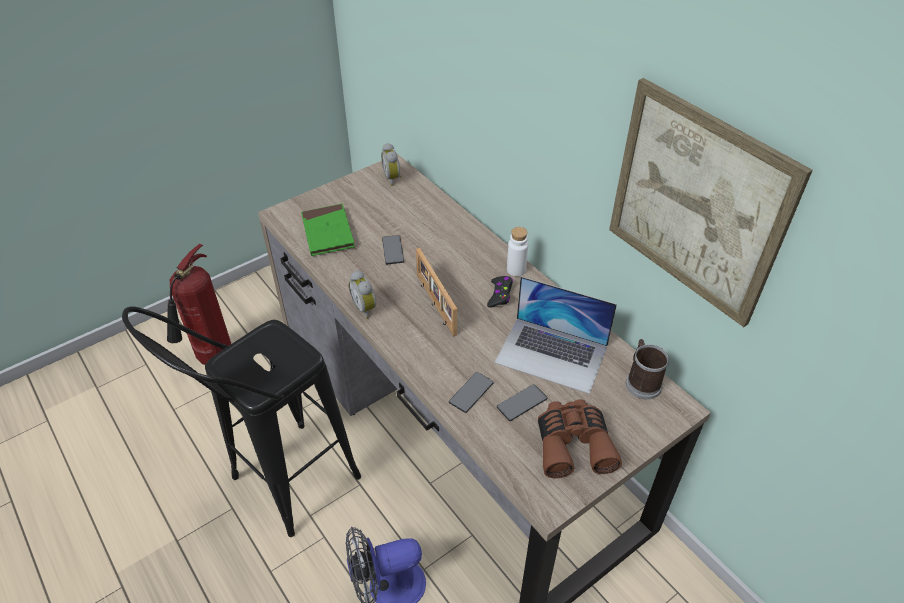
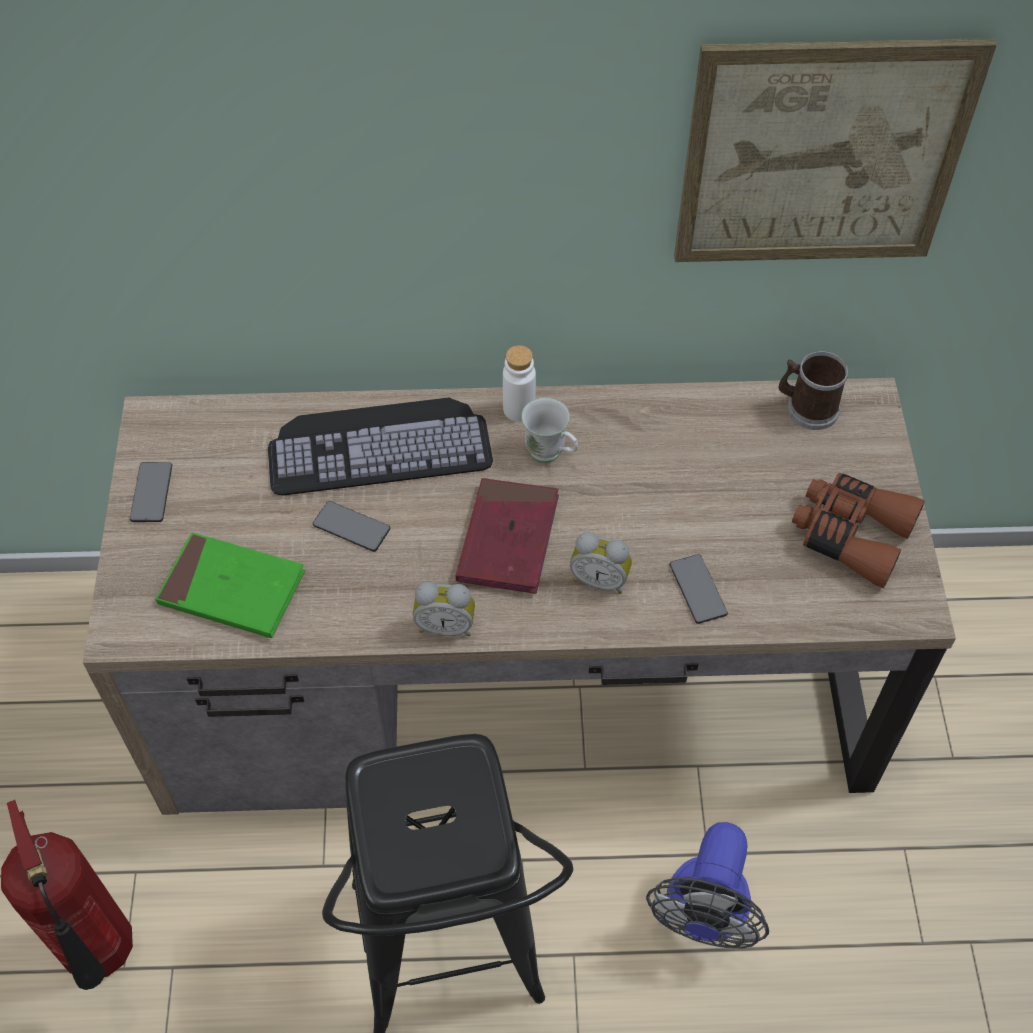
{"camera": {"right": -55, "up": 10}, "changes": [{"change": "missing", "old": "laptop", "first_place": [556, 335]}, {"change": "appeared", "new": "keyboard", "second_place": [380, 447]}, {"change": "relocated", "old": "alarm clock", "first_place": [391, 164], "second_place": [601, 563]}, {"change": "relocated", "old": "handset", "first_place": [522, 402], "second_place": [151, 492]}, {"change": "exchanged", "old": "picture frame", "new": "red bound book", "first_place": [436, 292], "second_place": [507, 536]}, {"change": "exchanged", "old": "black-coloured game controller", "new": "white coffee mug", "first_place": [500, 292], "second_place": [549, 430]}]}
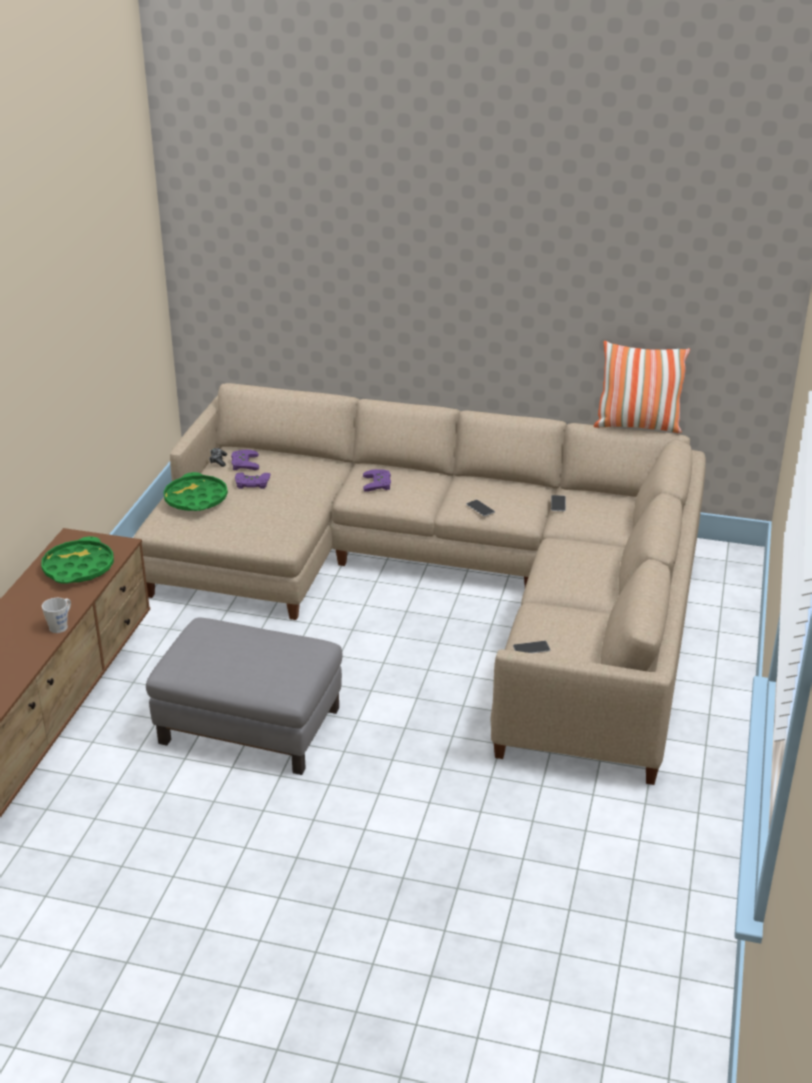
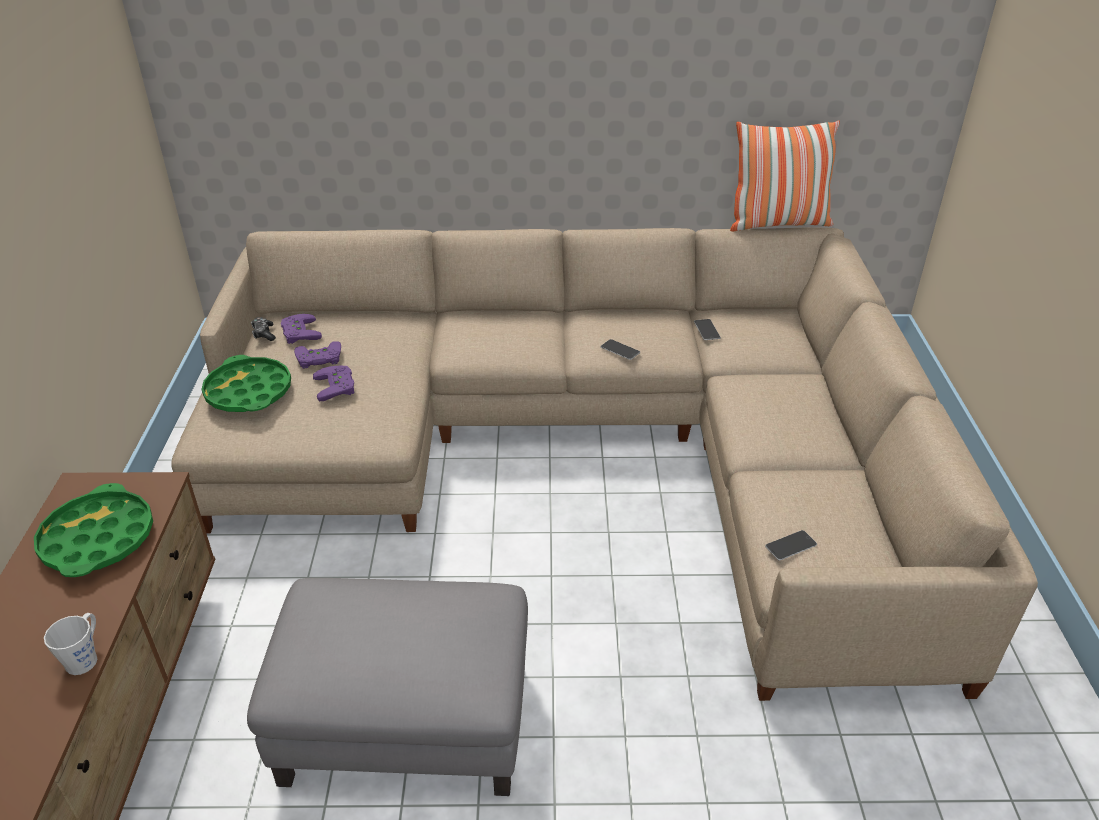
{"camera": {"right": -15, "up": 5}, "changes": [{"change": "relocated", "old": "purple-coloured game controller", "first_place": [377, 480], "second_place": [334, 383]}]}
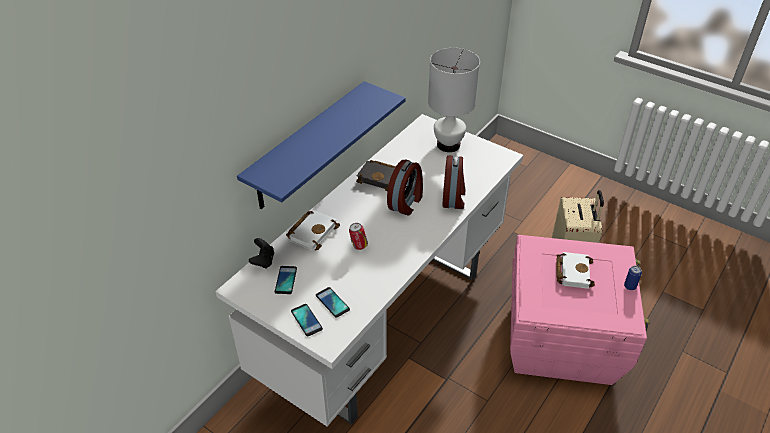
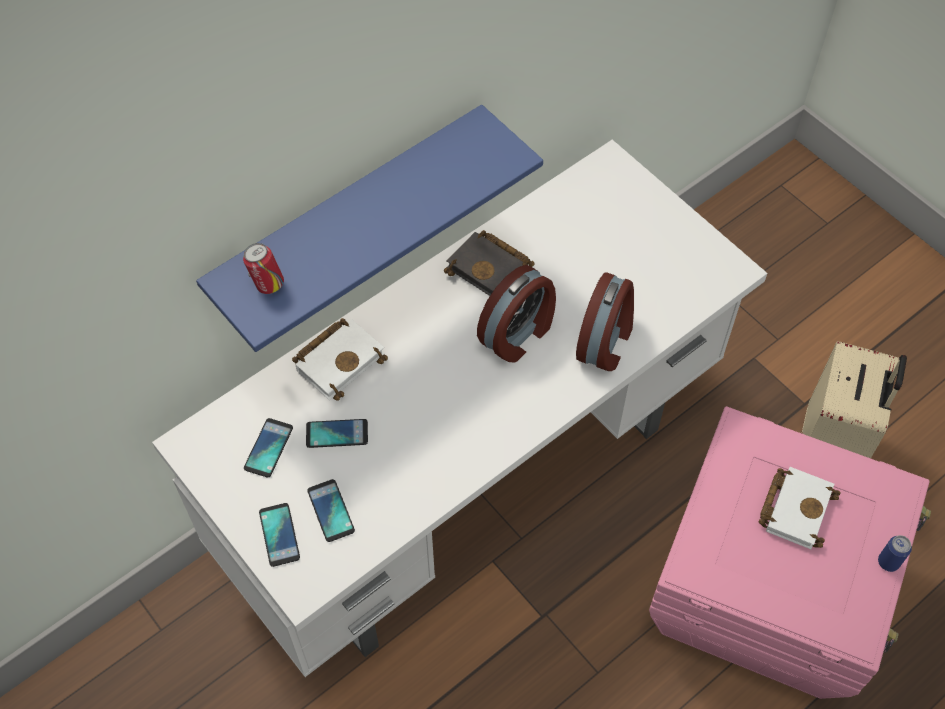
{"camera": {"right": 15, "up": 15}, "changes": [{"change": "missing", "old": "black-coloured game controller", "first_place": [261, 253]}, {"change": "missing", "old": "white lamp for a table", "first_place": [454, 100]}, {"change": "appeared", "new": "handset", "second_place": [337, 433]}, {"change": "relocated", "old": "can", "first_place": [358, 236], "second_place": [263, 268]}]}
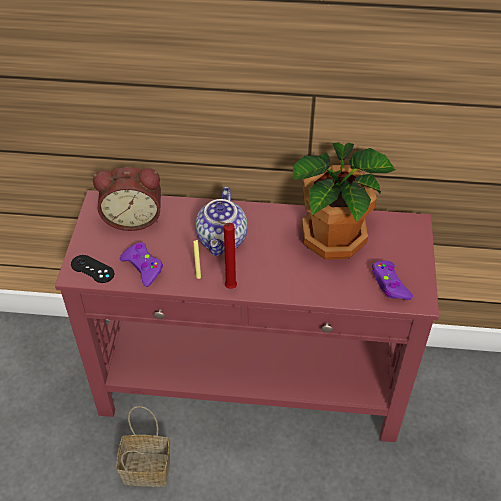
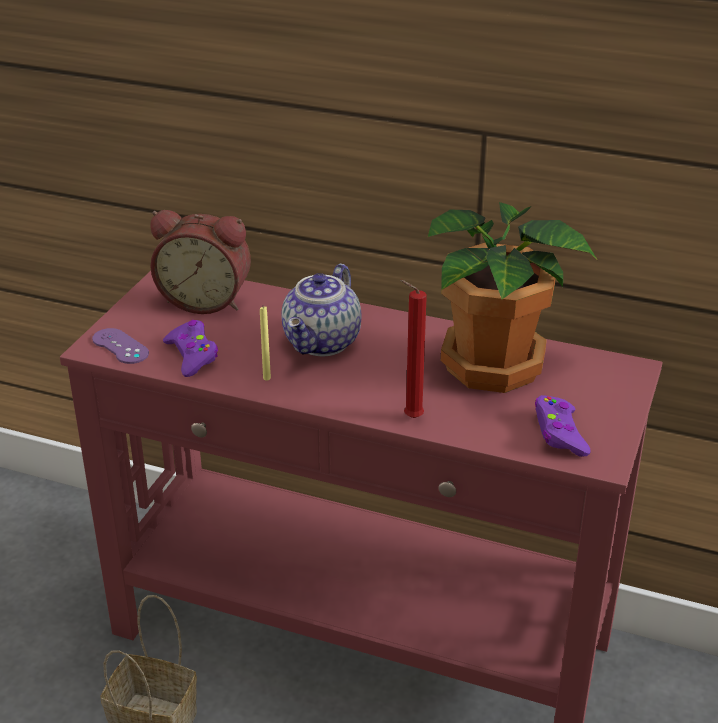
{"camera": {"right": 15, "up": -15}, "changes": [{"change": "relocated", "old": "red wax candle", "first_place": [227, 255], "second_place": [413, 349]}, {"change": "colour", "old": "black-coloured game controller", "new": "purple-coloured game controller", "first_place": [92, 269], "second_place": [120, 346]}]}
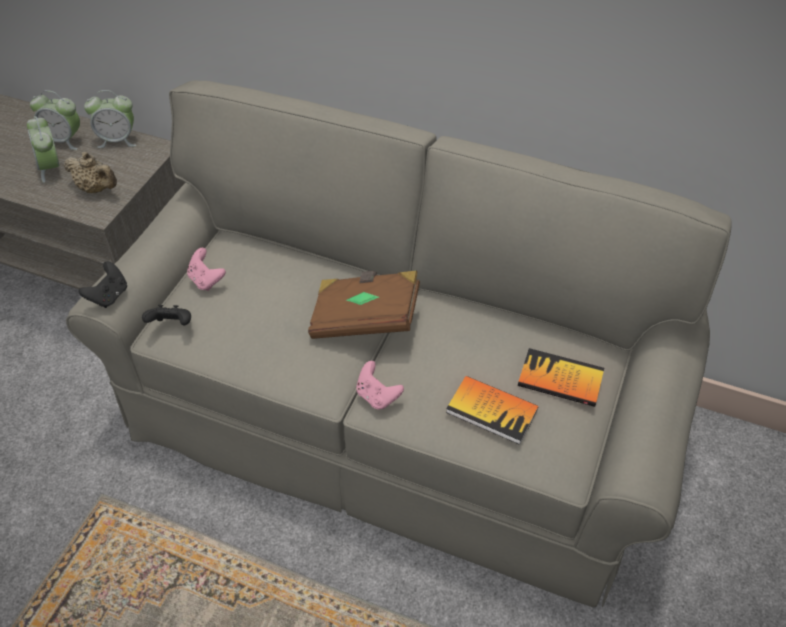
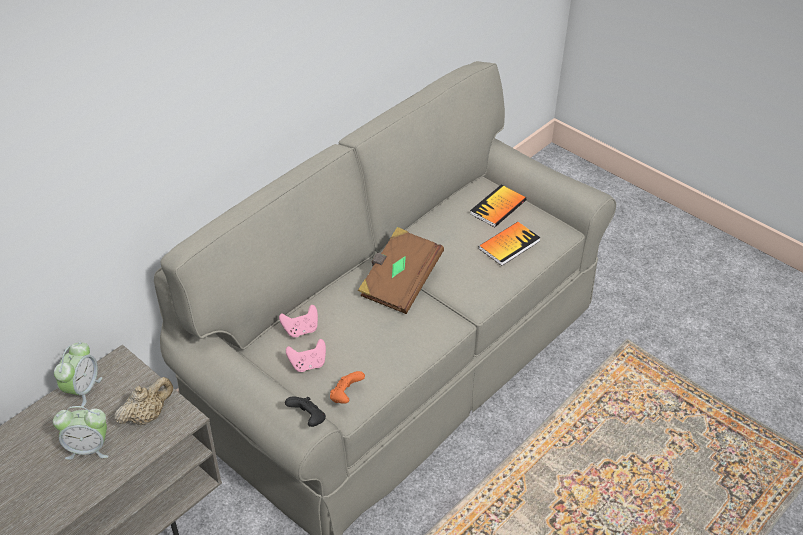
{"camera": {"right": -70, "up": -5}, "changes": [{"change": "missing", "old": "alarm clock", "first_place": [55, 120]}, {"change": "relocated", "old": "pink-coloured game controller", "first_place": [380, 385], "second_place": [298, 321]}, {"change": "colour", "old": "black-coloured game controller", "new": "orangey game controller", "first_place": [166, 315], "second_place": [347, 387]}]}
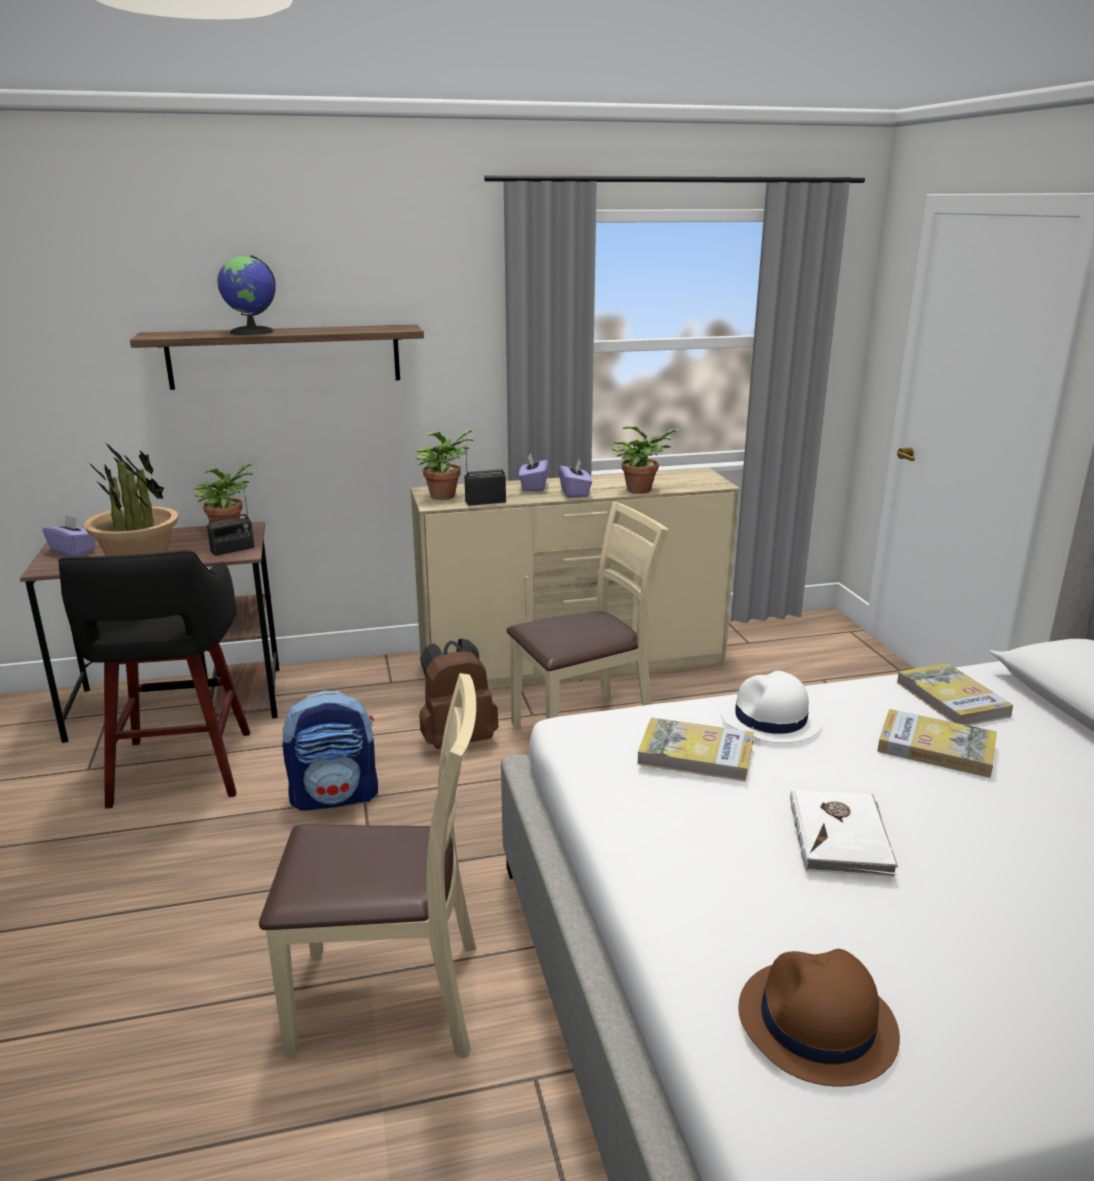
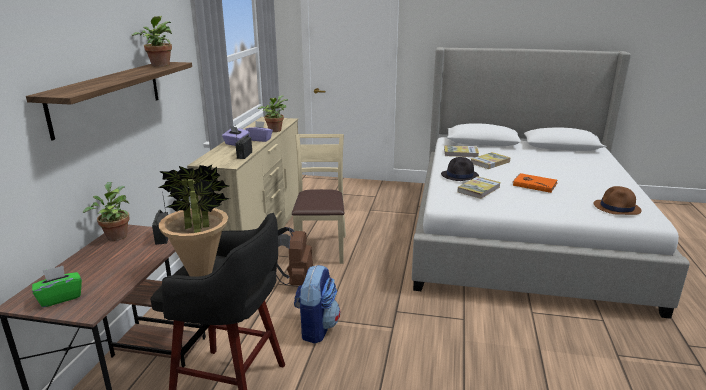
{"camera": {"right": -65, "up": 0}, "changes": [{"change": "missing", "old": "world globe", "first_place": [246, 295]}, {"change": "missing", "old": "sand-coloured chair", "first_place": [367, 865]}, {"change": "relocated", "old": "plant in a pot", "first_place": [445, 464], "second_place": [152, 41]}, {"change": "colour", "old": "purple-coloured tissue holder", "new": "green-coloured tissue holder", "first_place": [69, 536], "second_place": [57, 287]}, {"change": "colour", "old": "white hat", "new": "black-coloured hat", "first_place": [771, 707], "second_place": [460, 169]}, {"change": "colour", "old": "white bound book", "new": "orangey bound book", "first_place": [844, 833], "second_place": [535, 183]}]}
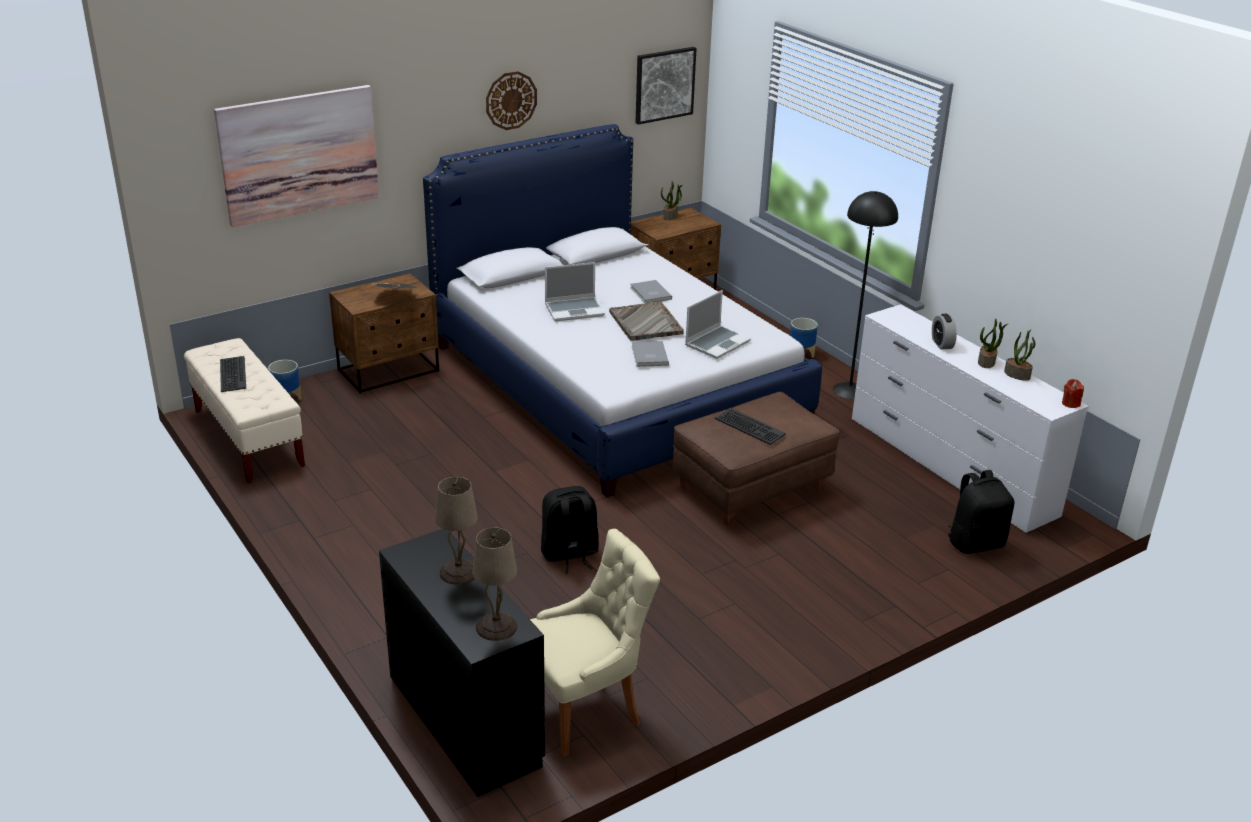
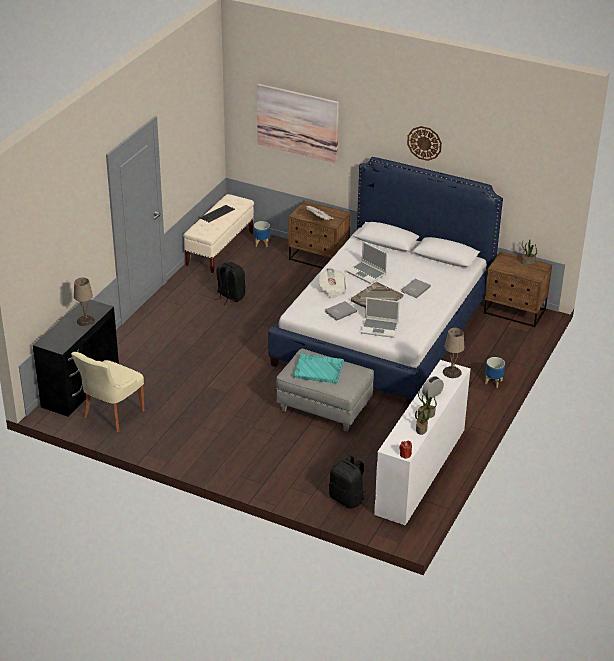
{"camera": {"right": 60, "up": 5}, "changes": [{"change": "missing", "old": "wall art", "first_place": [666, 86]}, {"change": "missing", "old": "black-coloured standing lamp", "first_place": [865, 295]}, {"change": "appeared", "new": "daily paper", "second_place": [332, 283]}, {"change": "relocated", "old": "sand-coloured lamp for a table", "first_place": [495, 584], "second_place": [453, 353]}, {"change": "relocated", "old": "black-coloured rucksack", "first_place": [570, 530], "second_place": [230, 283]}, {"change": "exchanged", "old": "keyboard", "new": "turquoise-coloured tray", "first_place": [750, 426], "second_place": [319, 368]}, {"change": "colour", "old": "brown ottoman", "new": "greyish ottoman", "first_place": [756, 459], "second_place": [325, 390]}, {"change": "spun", "old": "sand-coloured chair", "first_place": [595, 642], "second_place": [107, 392], "degrees": 90}]}
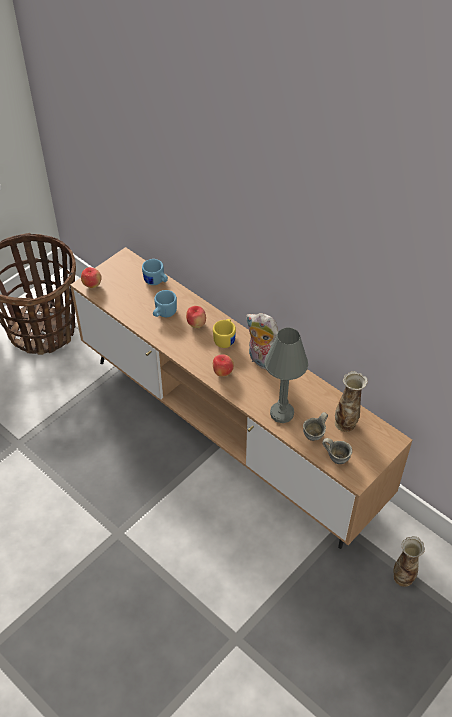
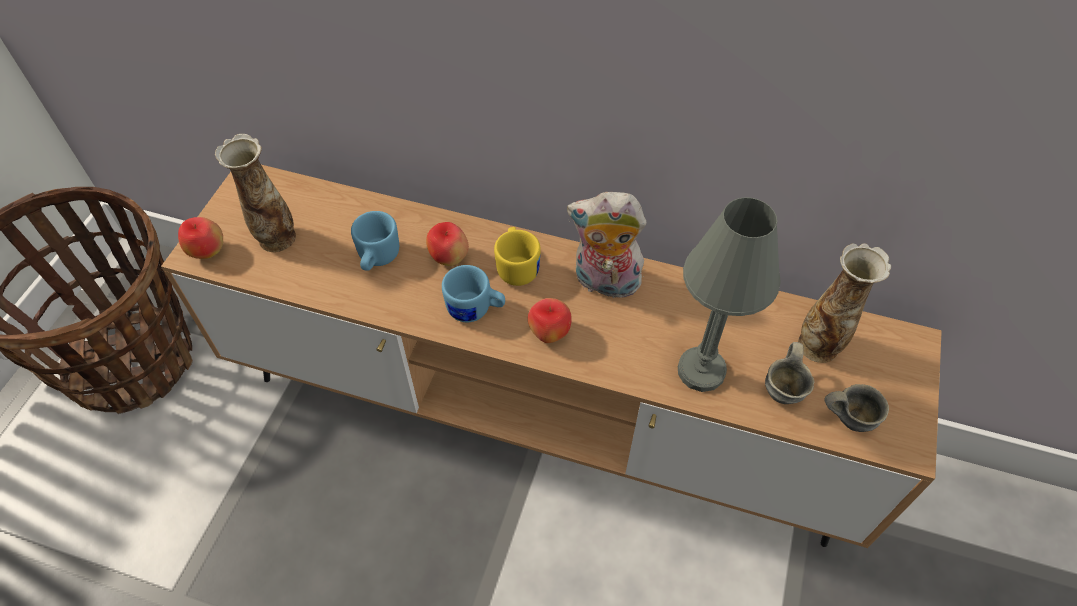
{"camera": {"right": -25, "up": 5}, "changes": [{"change": "relocated", "old": "blue coffee mug", "first_place": [155, 272], "second_place": [473, 293]}, {"change": "relocated", "old": "flower vase", "first_place": [409, 561], "second_place": [255, 193]}]}
